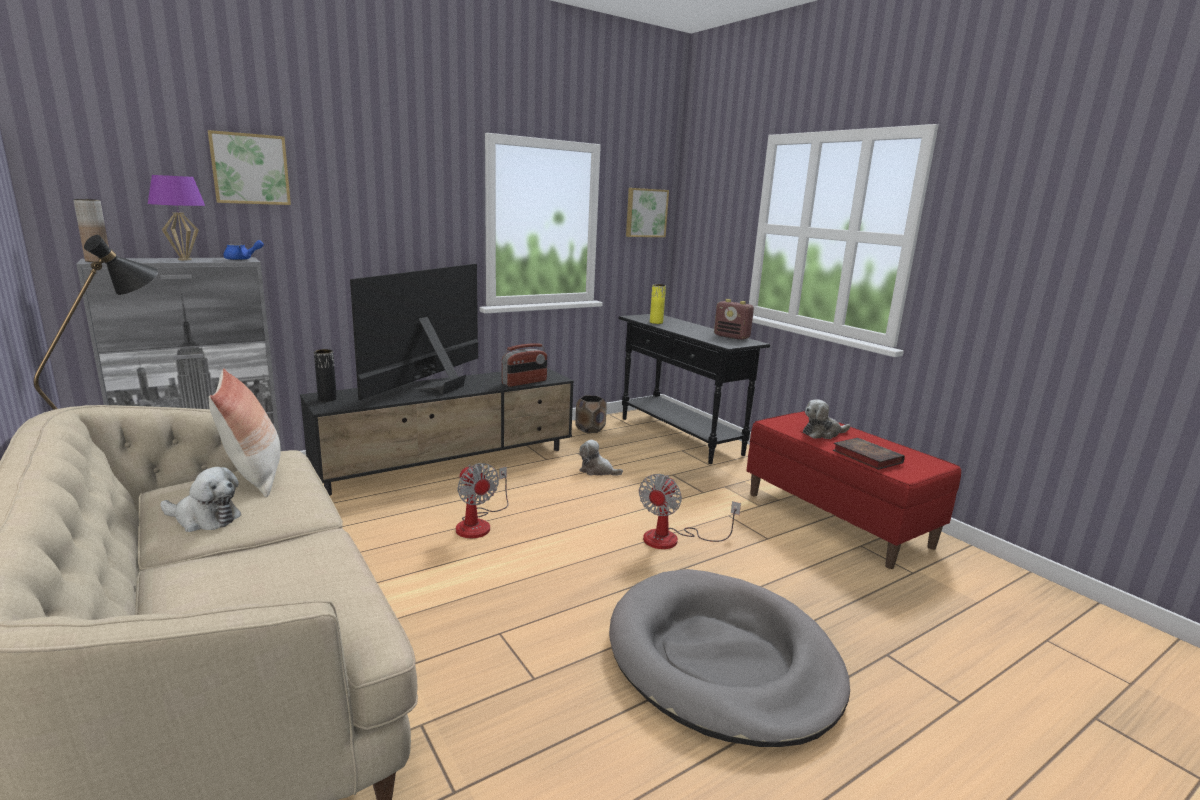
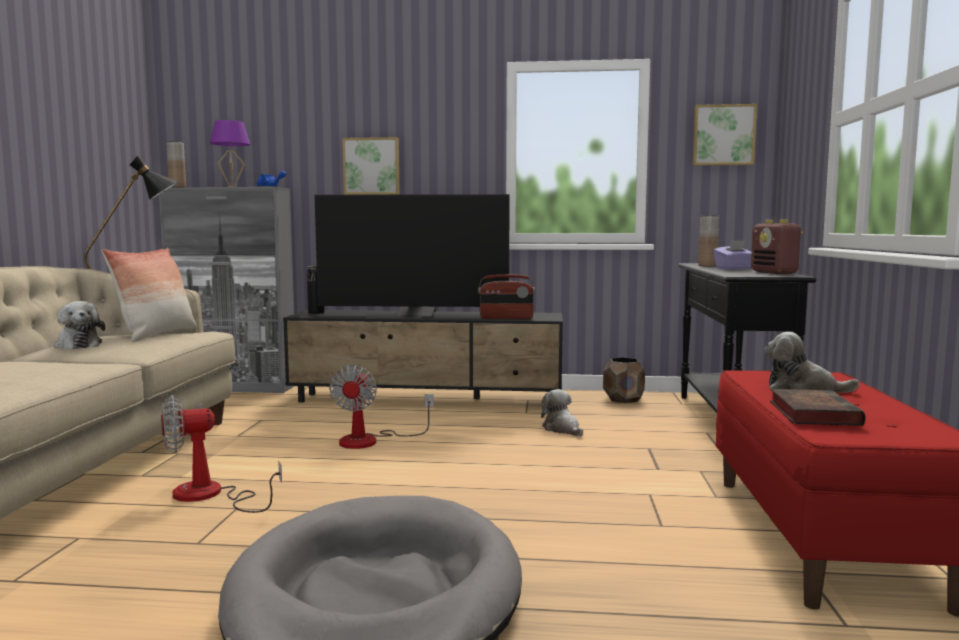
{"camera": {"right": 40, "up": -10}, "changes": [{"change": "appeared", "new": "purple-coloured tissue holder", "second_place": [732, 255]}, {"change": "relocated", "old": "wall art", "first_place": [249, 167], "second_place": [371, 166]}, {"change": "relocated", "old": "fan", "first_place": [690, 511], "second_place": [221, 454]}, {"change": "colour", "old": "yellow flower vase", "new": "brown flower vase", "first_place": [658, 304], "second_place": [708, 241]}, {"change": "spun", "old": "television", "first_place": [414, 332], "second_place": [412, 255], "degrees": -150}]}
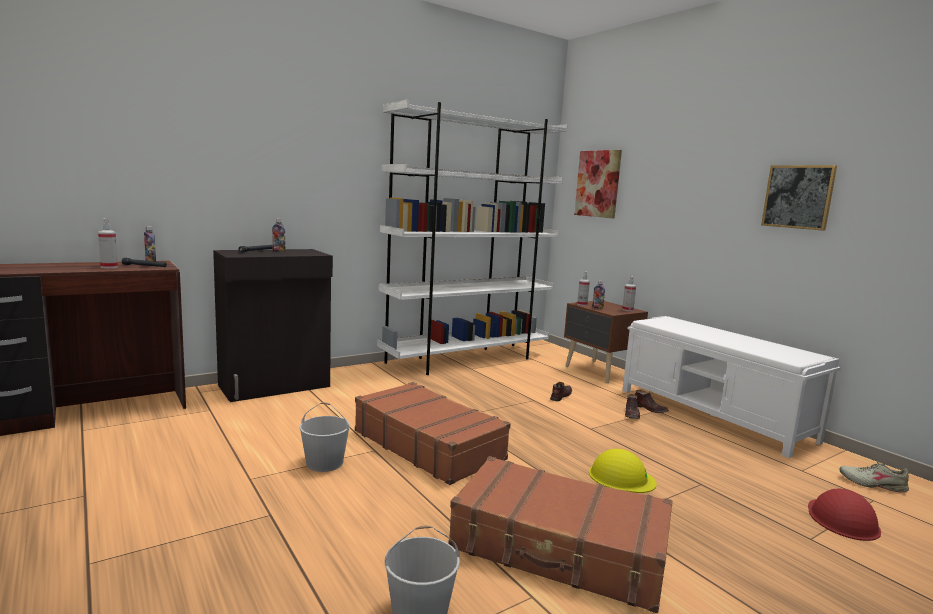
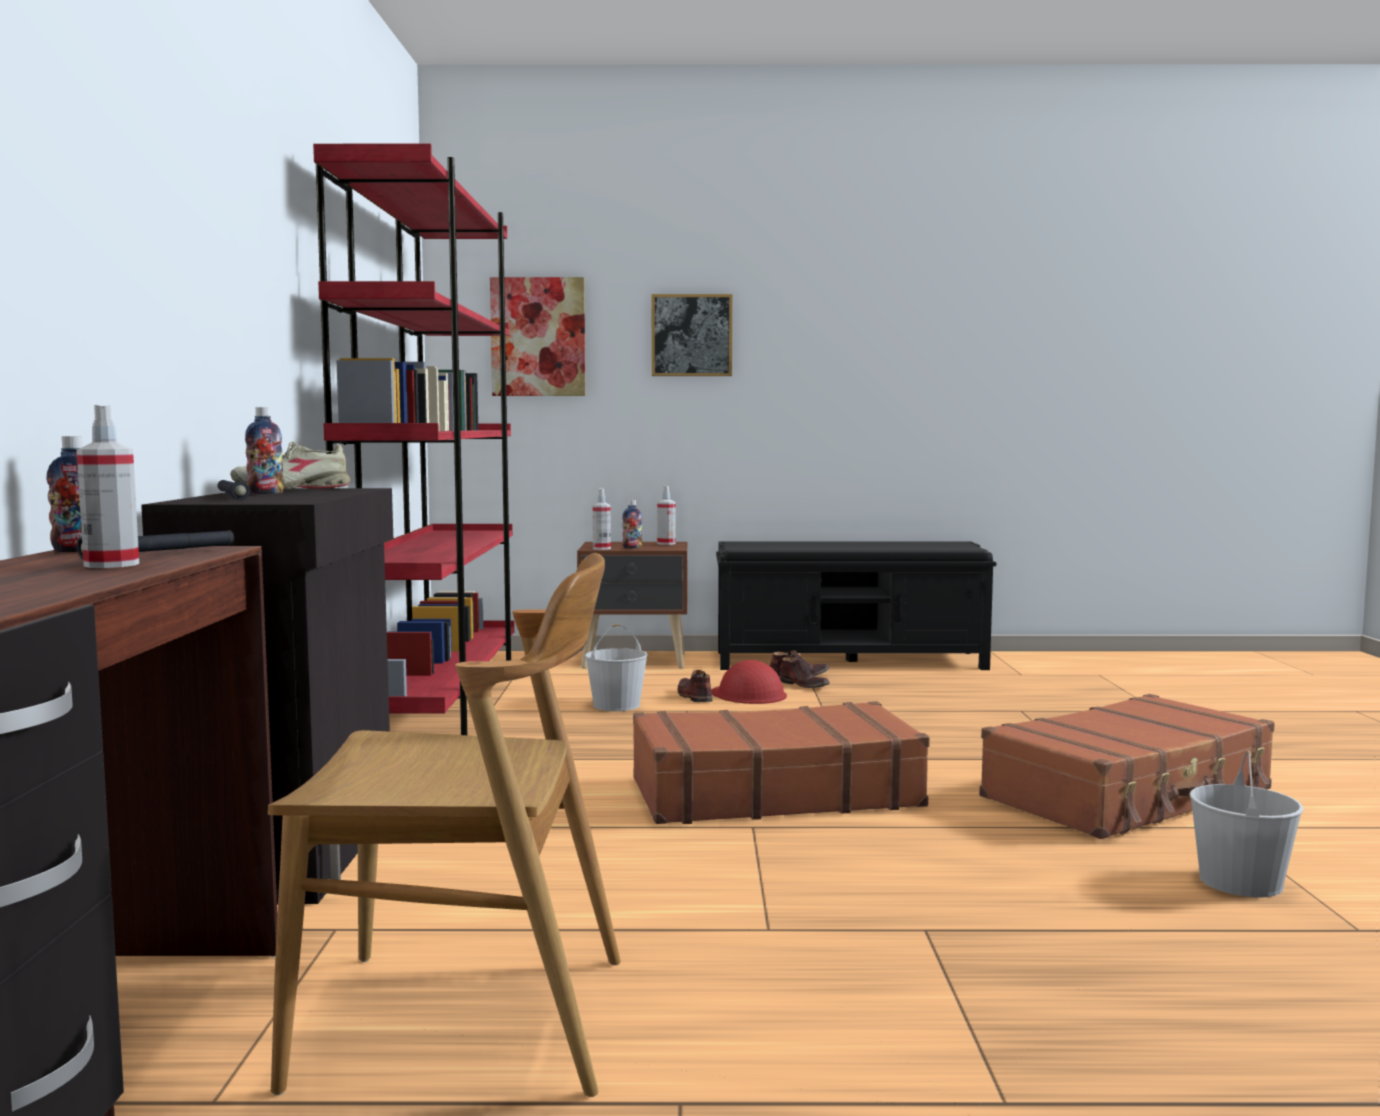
{"camera": {"right": -55, "up": -5}, "changes": [{"change": "missing", "old": "yellow hard hat", "first_place": [623, 471]}, {"change": "appeared", "new": "brown chair", "second_place": [444, 825]}, {"change": "relocated", "old": "white bucket", "first_place": [325, 437], "second_place": [616, 667]}, {"change": "relocated", "old": "wall art", "first_place": [799, 198], "second_place": [692, 335]}, {"change": "relocated", "old": "red hard hat", "first_place": [844, 514], "second_place": [749, 682]}, {"change": "relocated", "old": "sand-coloured item of footwear", "first_place": [874, 477], "second_place": [290, 465]}, {"change": "colour", "old": "white shelving unit", "new": "red shelving unit", "first_place": [472, 237], "second_place": [413, 439]}, {"change": "colour", "old": "white long seat", "new": "black-coloured long seat", "first_place": [731, 387], "second_place": [856, 605]}]}
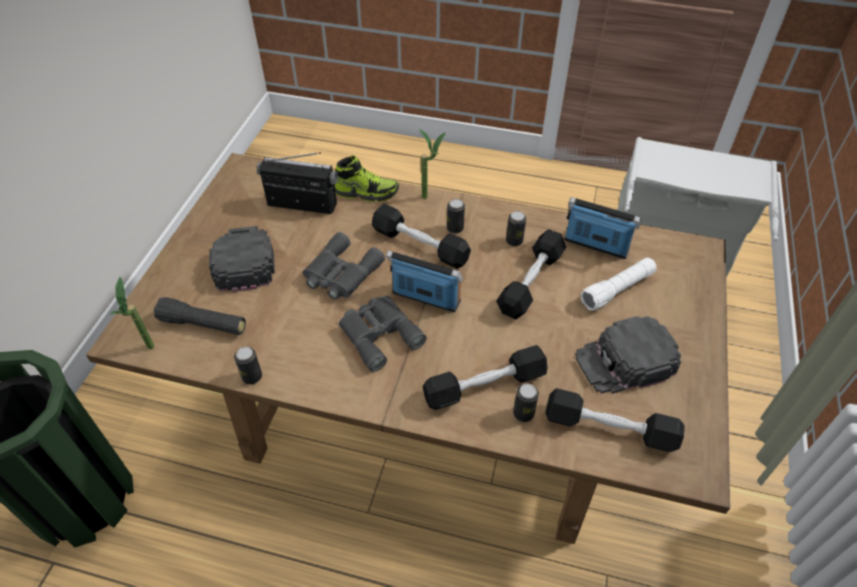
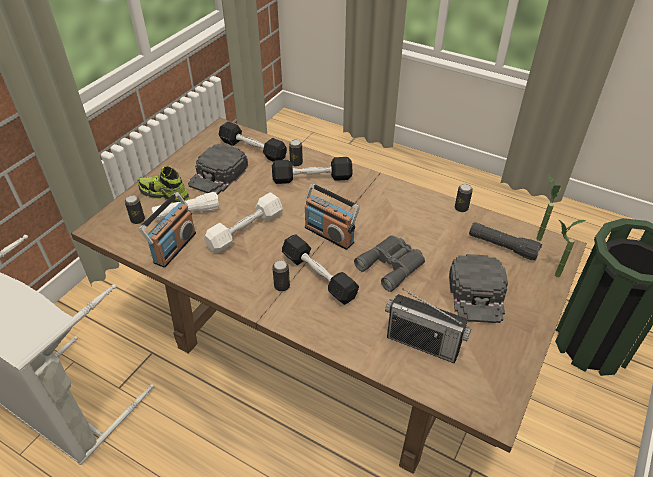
{"camera": {"right": -165, "up": -5}, "changes": [{"change": "missing", "old": "greyish pair of binoculars", "first_place": [383, 334]}, {"change": "relocated", "old": "item of footwear", "first_place": [367, 178], "second_place": [163, 184]}, {"change": "relocated", "old": "plant in a pot", "first_place": [432, 164], "second_place": [570, 248]}, {"change": "relocated", "old": "can", "first_place": [516, 228], "second_place": [135, 209]}, {"change": "colour", "old": "black-coloured free weight", "new": "white free weight", "first_place": [531, 274], "second_place": [243, 222]}, {"change": "spun", "old": "radio receiver", "first_place": [602, 228], "second_place": [167, 230], "degrees": -105}, {"change": "spun", "old": "black-coloured baseball cap", "first_place": [628, 355], "second_place": [218, 169], "degrees": 120}]}
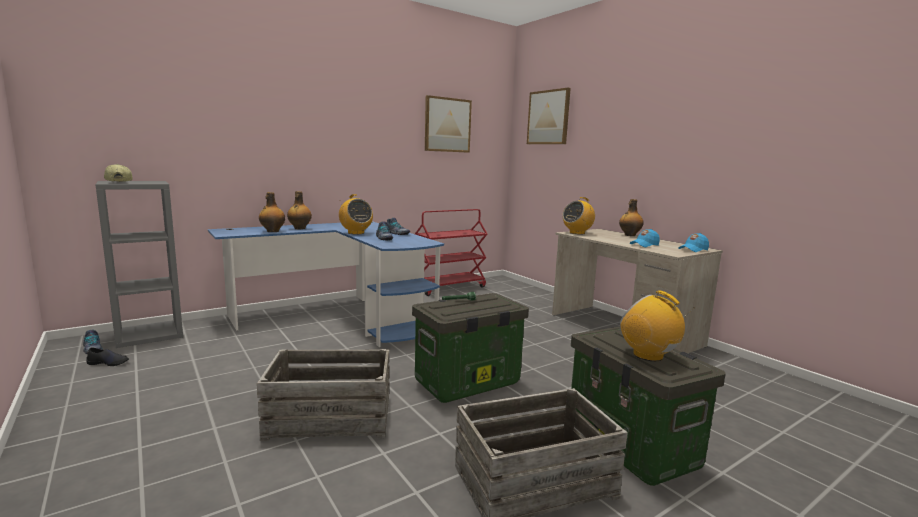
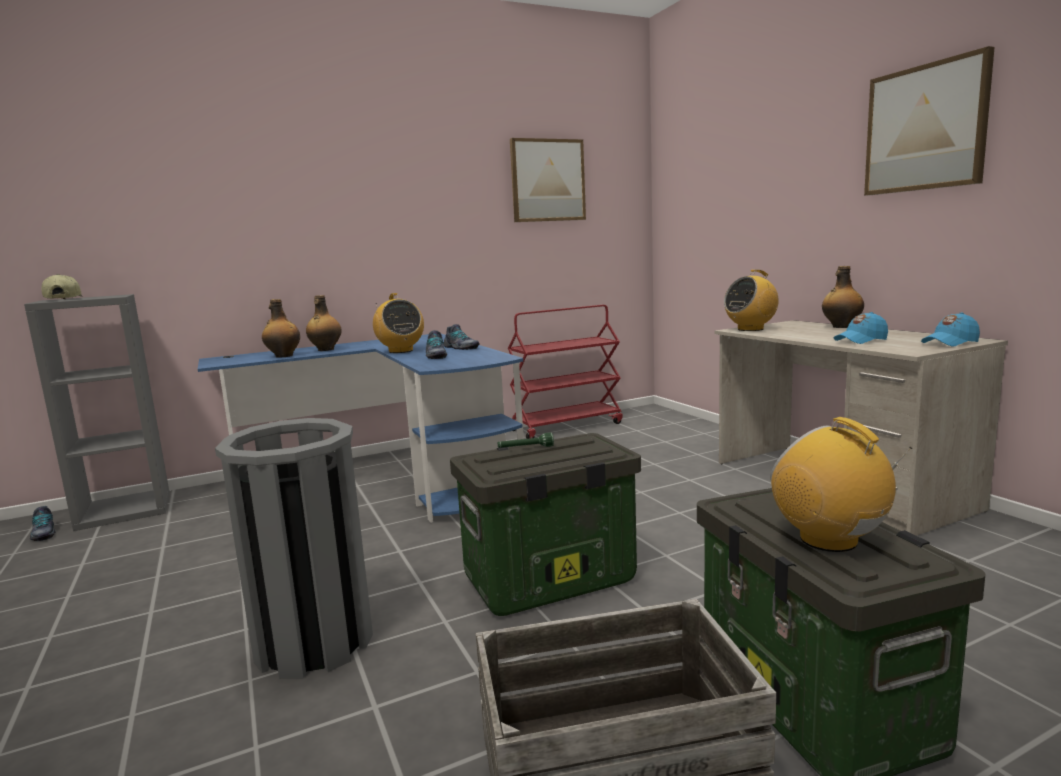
{"camera": {"right": 10, "up": 0}, "changes": [{"change": "missing", "old": "black-coloured item of footwear", "first_place": [107, 357]}, {"change": "relocated", "old": "wall art", "first_place": [549, 116], "second_place": [929, 121]}, {"change": "exchanged", "old": "shipping crate", "new": "greyish trash can", "first_place": [323, 395], "second_place": [294, 548]}]}
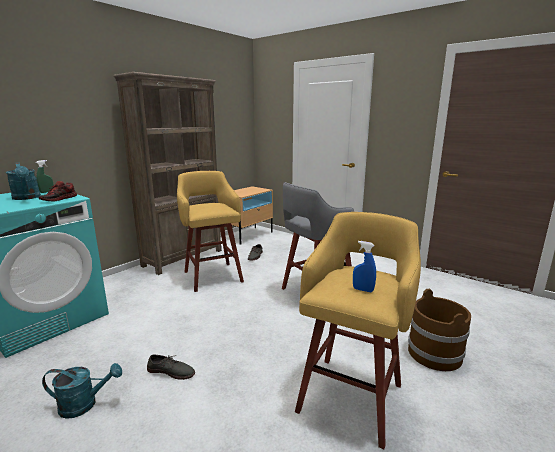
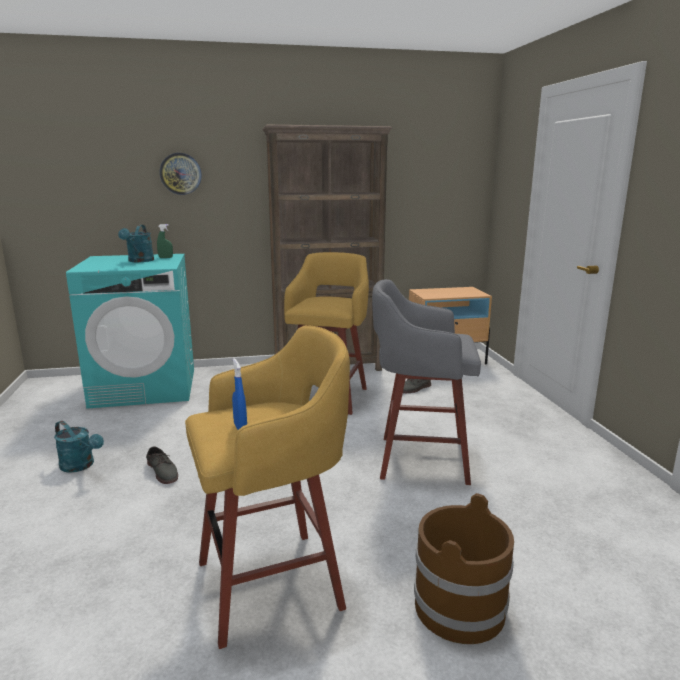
{"camera": {"right": 40, "up": 0}, "changes": [{"change": "missing", "old": "item of footwear", "first_place": [58, 191]}, {"change": "appeared", "new": "clock on the wall", "second_place": [181, 174]}]}
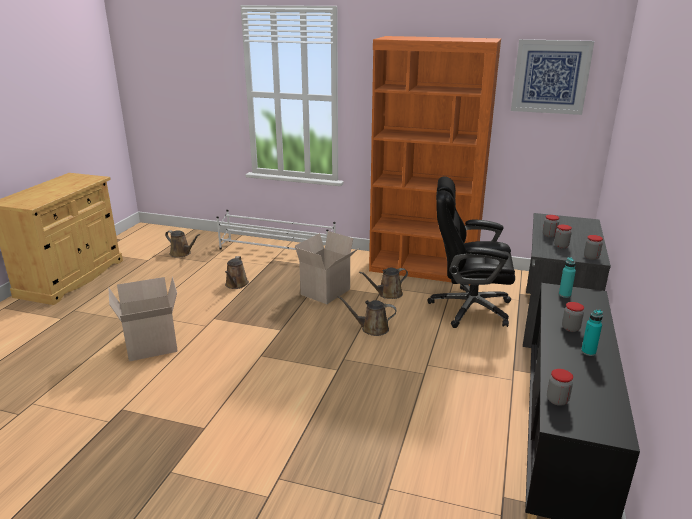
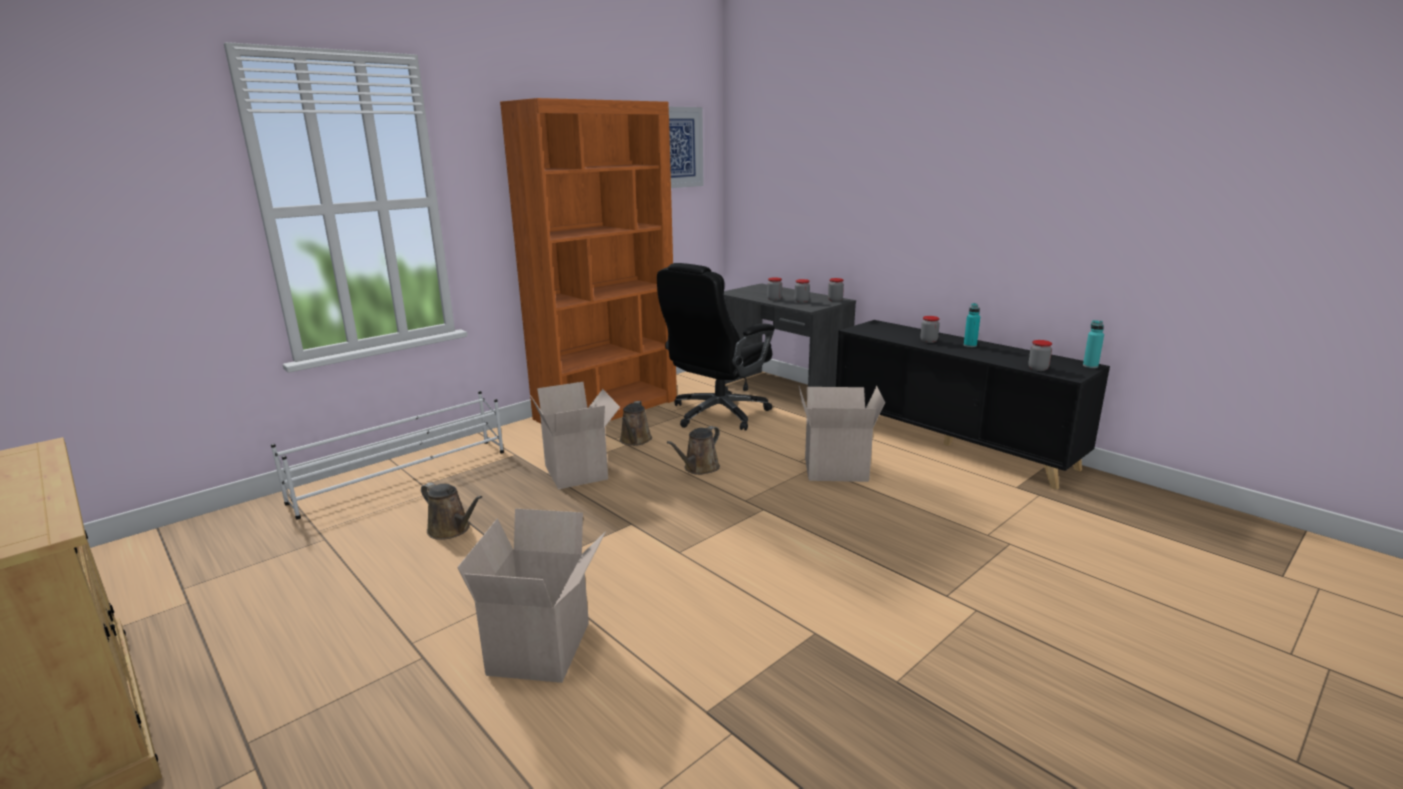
{"camera": {"right": -60, "up": -5}, "changes": [{"change": "missing", "old": "brown watering can", "first_place": [182, 244]}, {"change": "appeared", "new": "packing box", "second_place": [842, 434]}, {"change": "relocated", "old": "turquoise-coloured drink bottle", "first_place": [567, 277], "second_place": [1093, 344]}]}
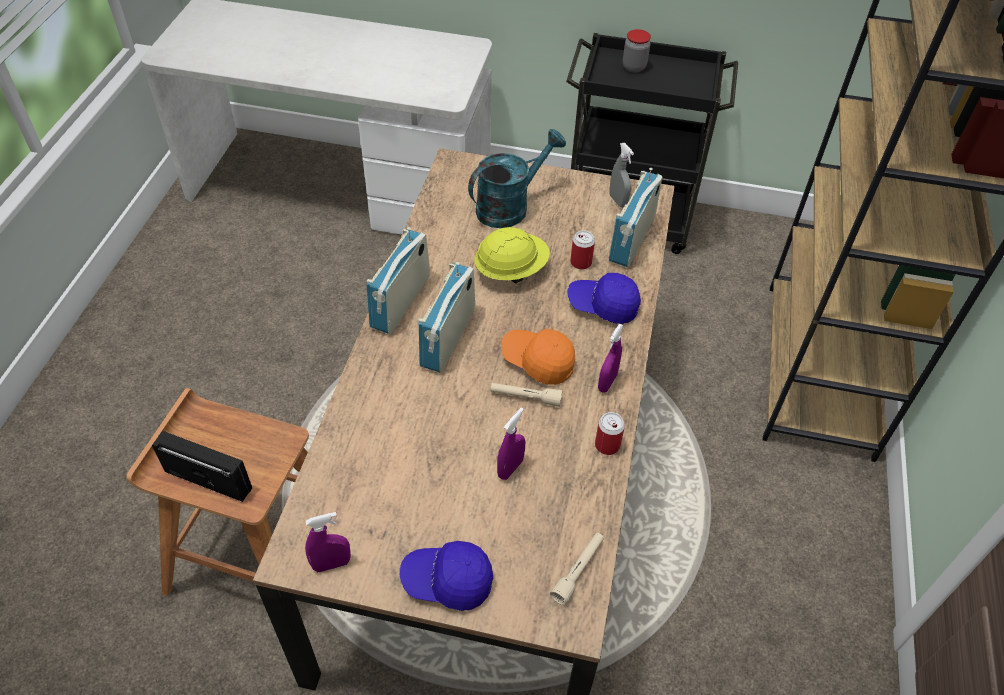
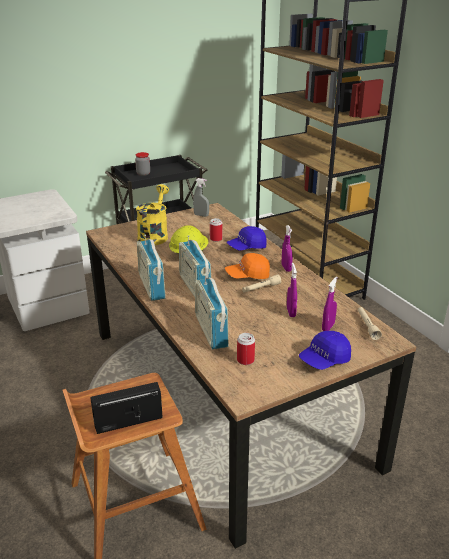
{"camera": {"right": -40, "up": -20}, "changes": [{"change": "relocated", "old": "purple-coloured sprayer", "first_place": [328, 542], "second_place": [330, 304]}, {"change": "relocated", "old": "can", "first_place": [610, 433], "second_place": [246, 349]}, {"change": "relocated", "old": "radio receiver", "first_place": [635, 217], "second_place": [212, 311]}, {"change": "colour", "old": "turquoise-coloured watering can", "new": "yellow watering can", "first_place": [517, 178], "second_place": [152, 214]}]}
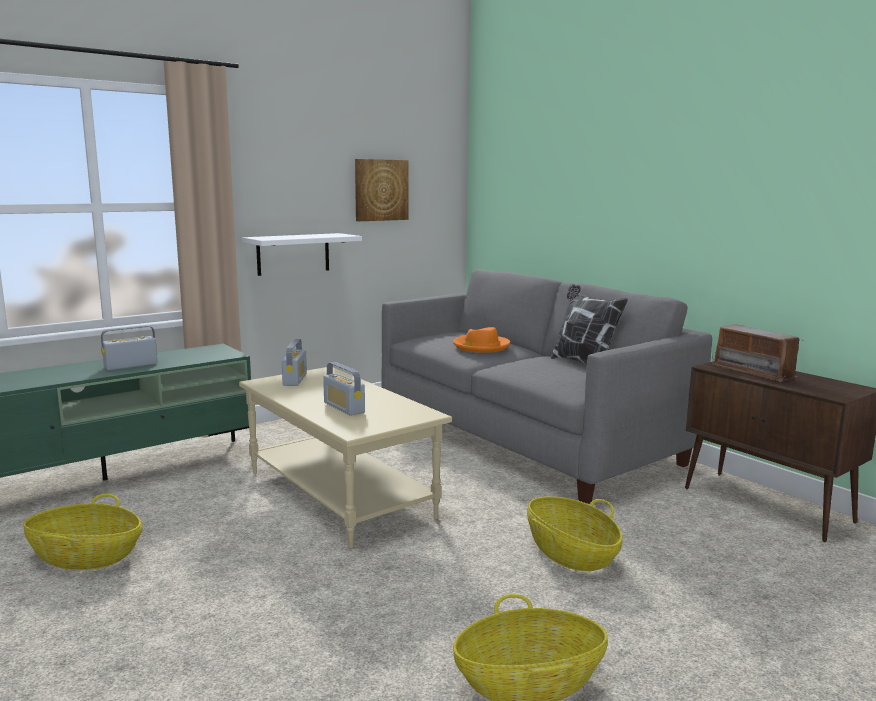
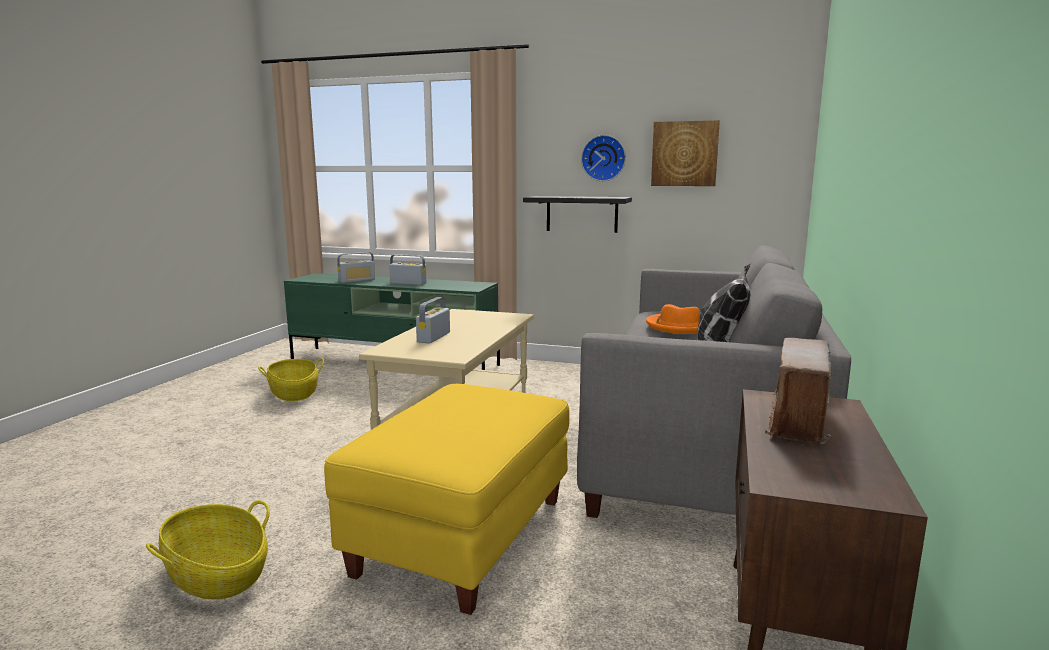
{"camera": {"right": 55, "up": 0}, "changes": [{"change": "appeared", "new": "clock on the wall", "second_place": [603, 158]}, {"change": "relocated", "old": "radio receiver", "first_place": [294, 362], "second_place": [356, 267]}, {"change": "exchanged", "old": "storage basket", "new": "yellow ottoman", "first_place": [574, 533], "second_place": [446, 499]}, {"change": "colour", "old": "white wall shelf", "new": "black-coloured wall shelf", "first_place": [302, 254], "second_place": [577, 214]}]}
